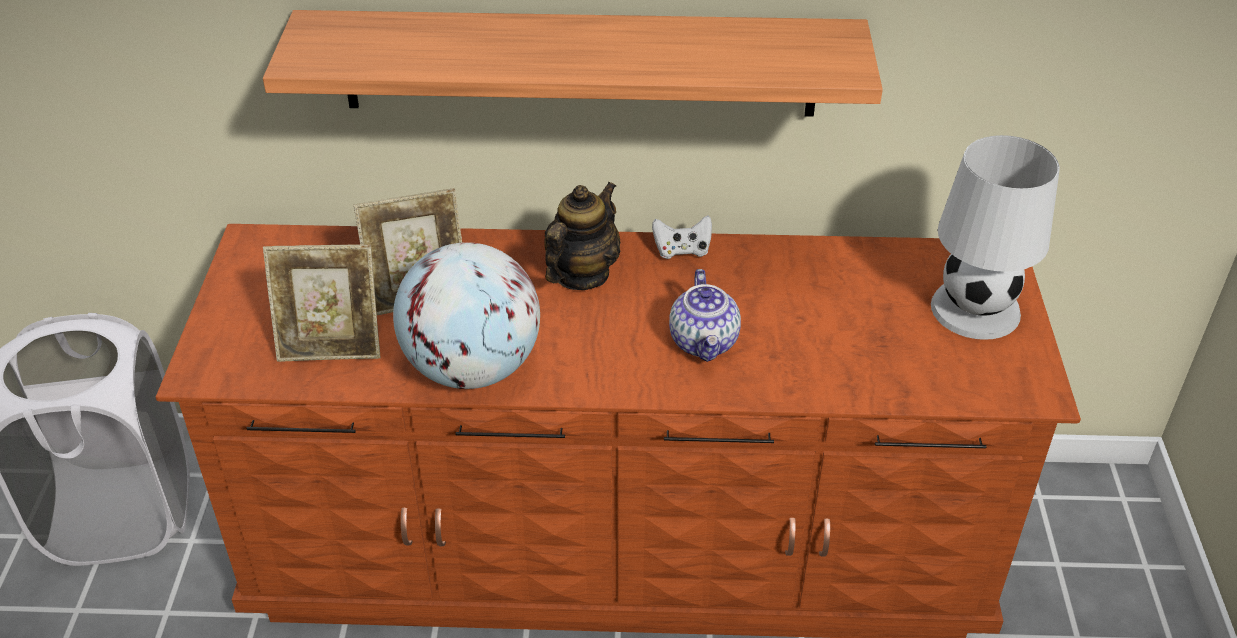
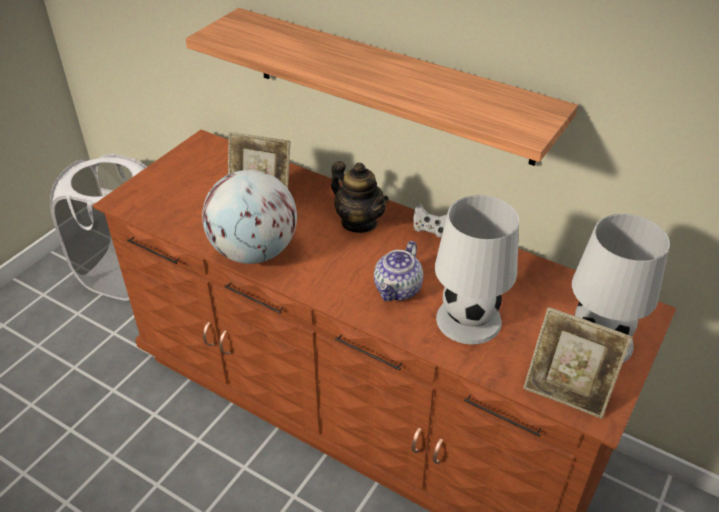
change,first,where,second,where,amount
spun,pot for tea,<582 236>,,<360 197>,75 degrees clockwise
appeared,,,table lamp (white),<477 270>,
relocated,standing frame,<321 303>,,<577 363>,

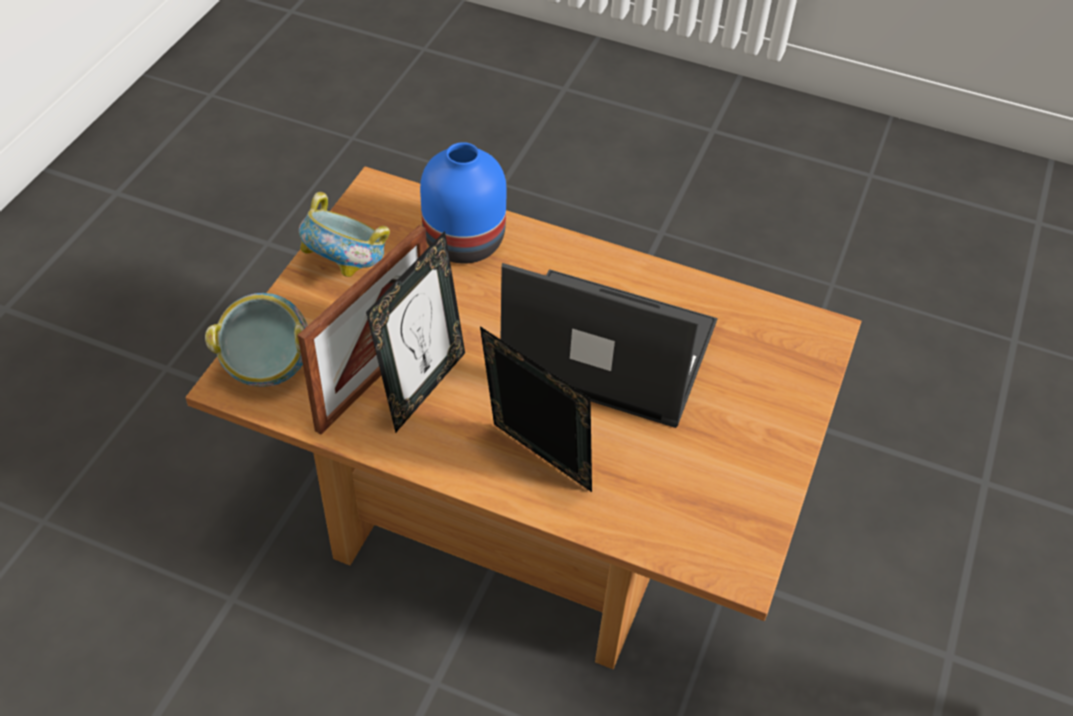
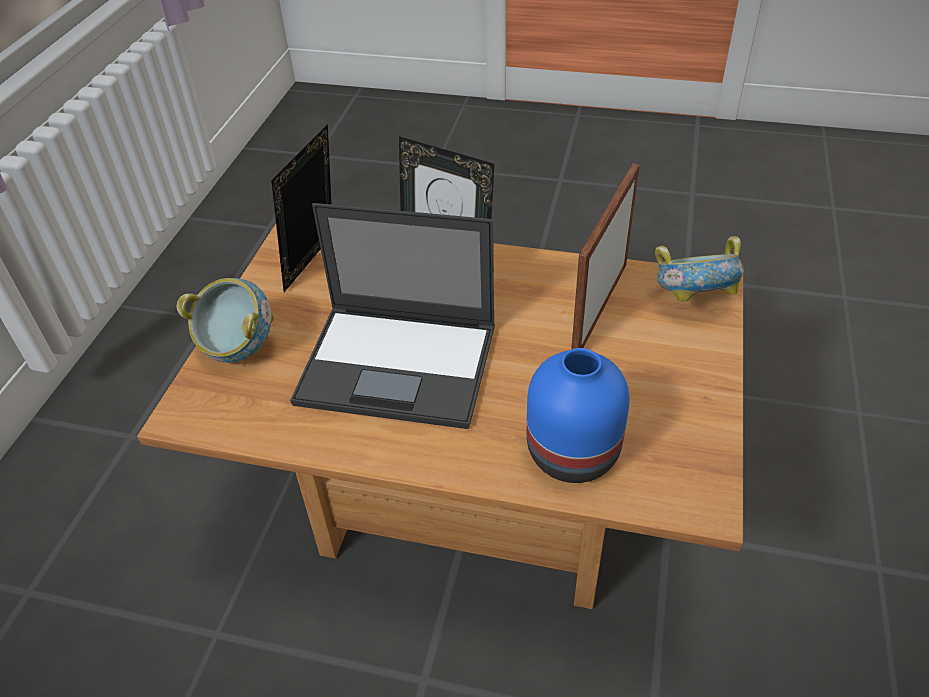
change,first,where,second,where,amount
relocated,deep dish,<344 234>,,<225 320>,
relocated,standing frame,<415 332>,,<301 208>,

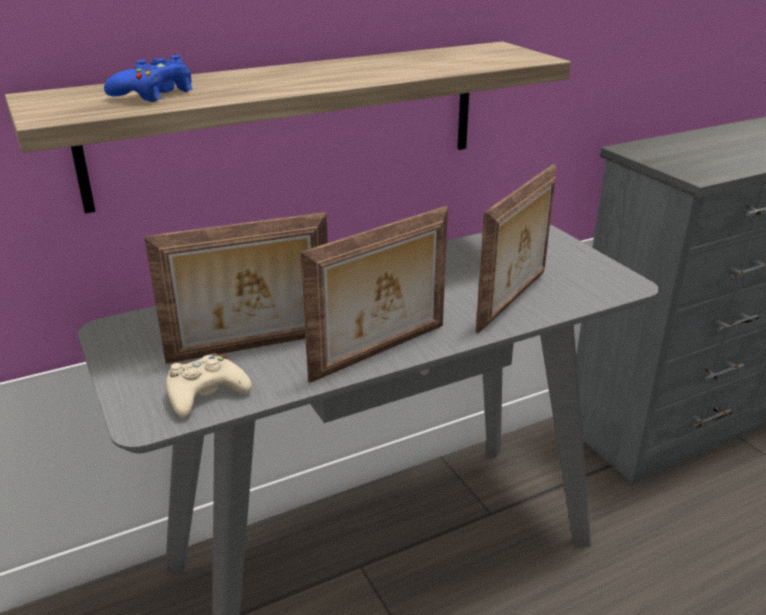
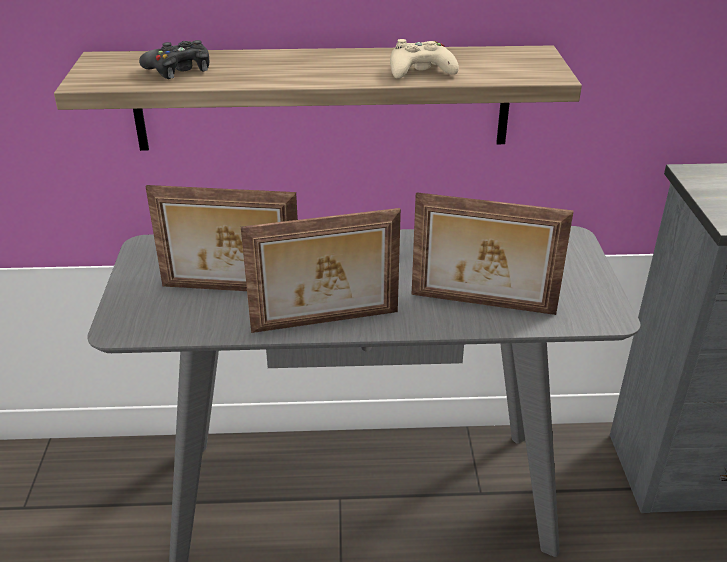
change,first,where,second,where,amount
colour,game controller (blue-coloured),<148 78>,game controller (black),<174 59>,
relocated,game controller (beige-coloured),<209 385>,,<424 59>,
spun,standing frame,<515 249>,,<493 253>,45 degrees clockwise

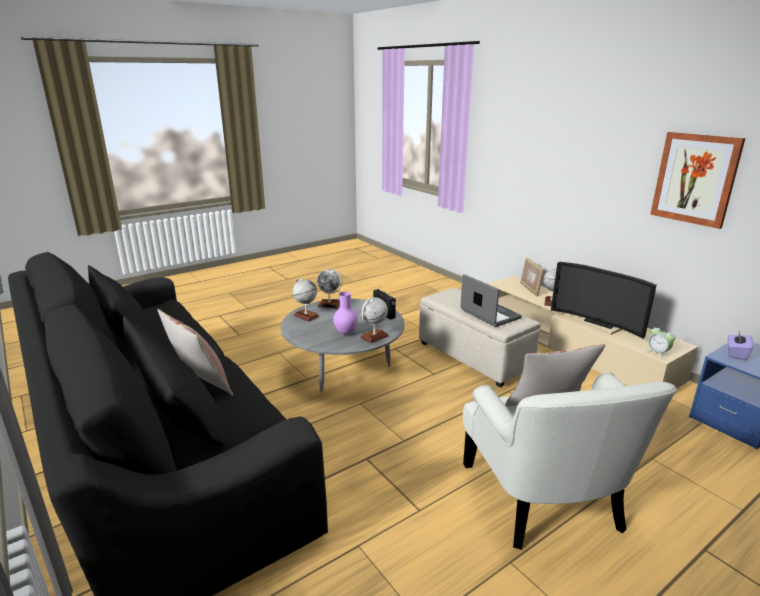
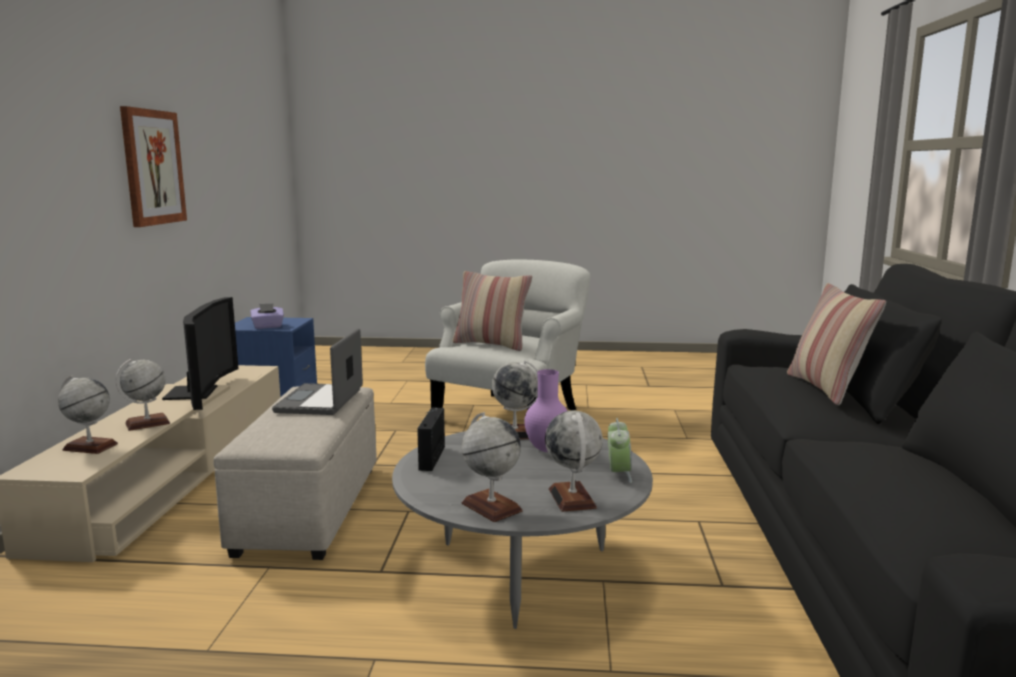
change,first,where,second,where,amount
exchanged,standing frame,<532 276>,globe,<88 414>,
relocated,table clock,<660 342>,,<620 450>,

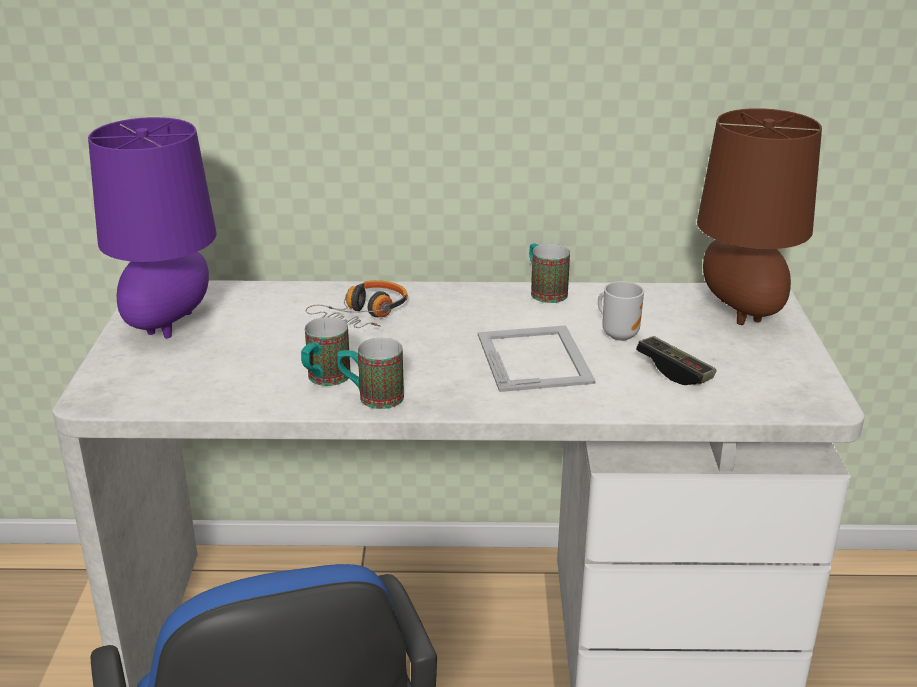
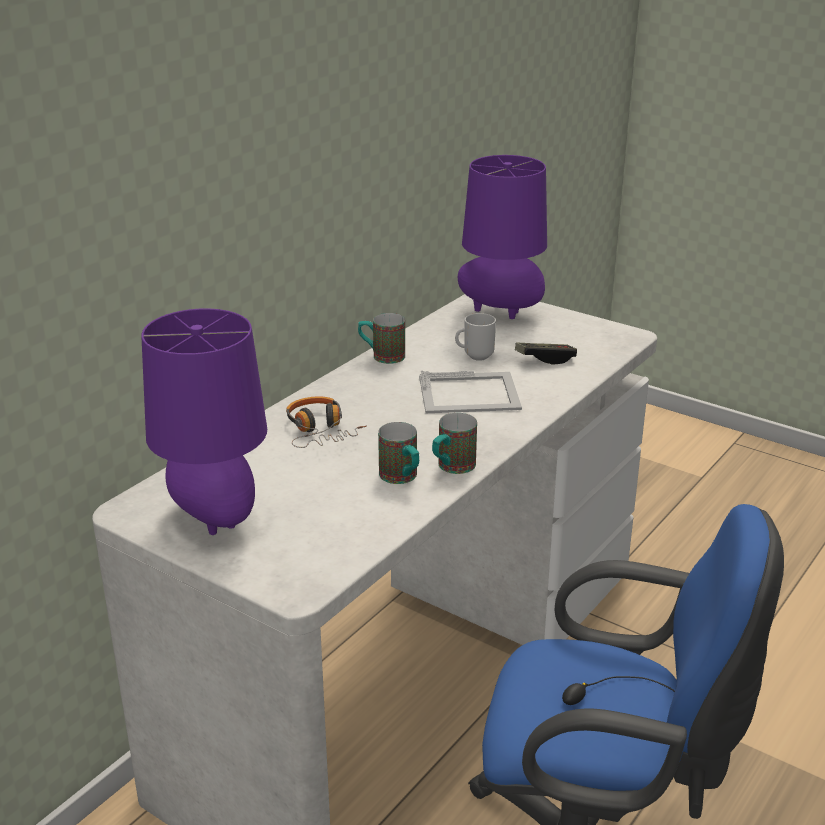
change,first,where,second,where,amount
spun,standing frame,<537 358>,,<470 392>,150 degrees clockwise
colour,table lamp (brown-coloured),<759 216>,table lamp (purplish),<502 237>,

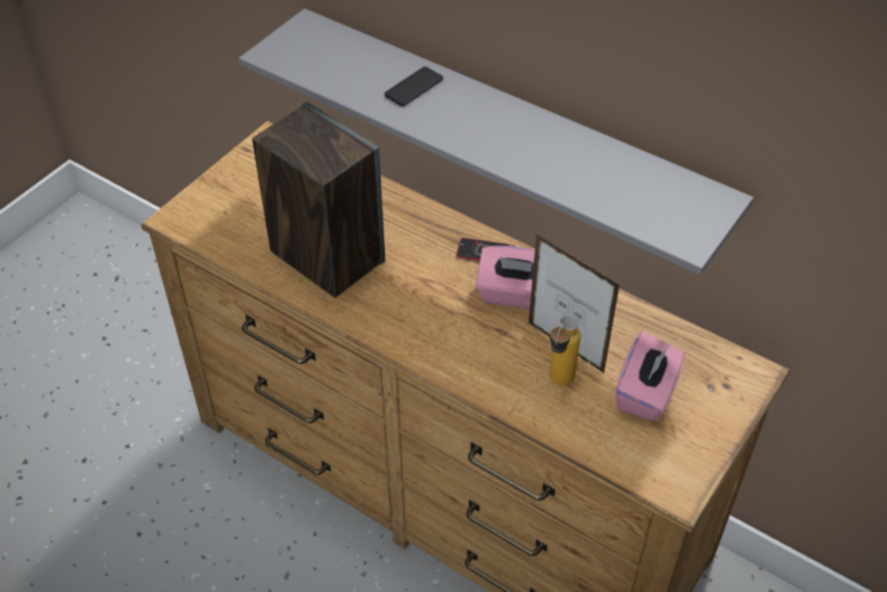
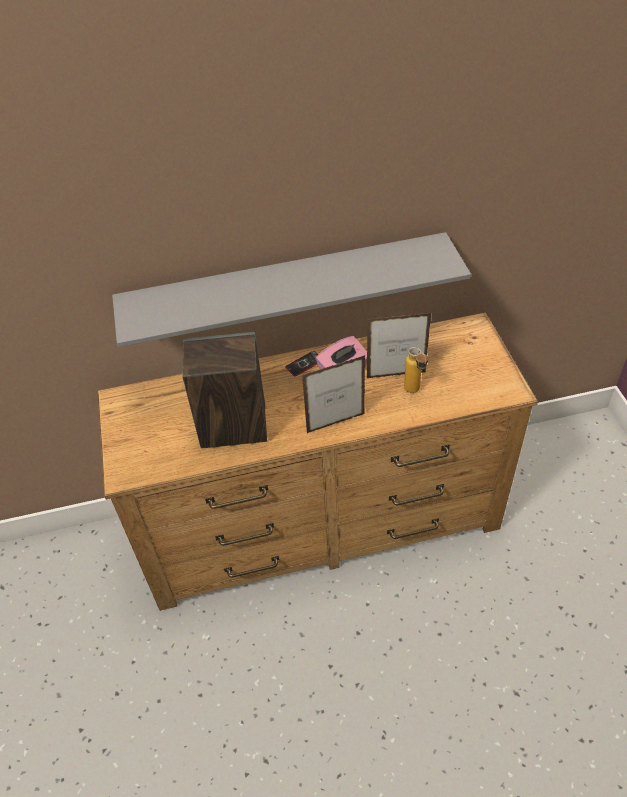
change,first,where,second,where,amount
appeared,,,standing frame,<333 394>,
missing,phone,<413 86>,,,
missing,tissue holder (pink-coloured),<650 376>,,,

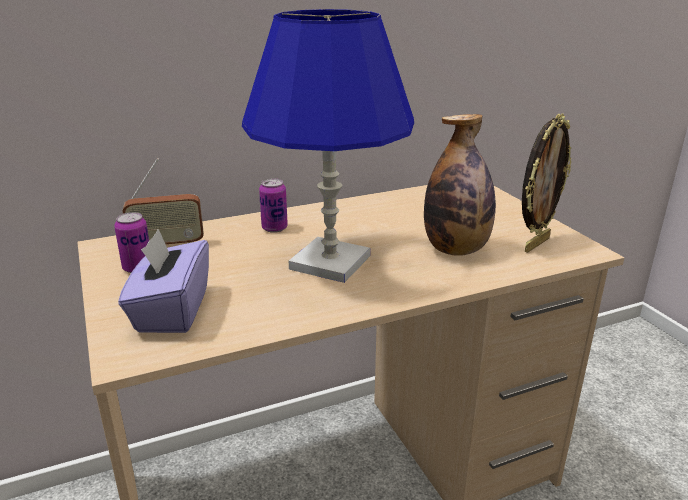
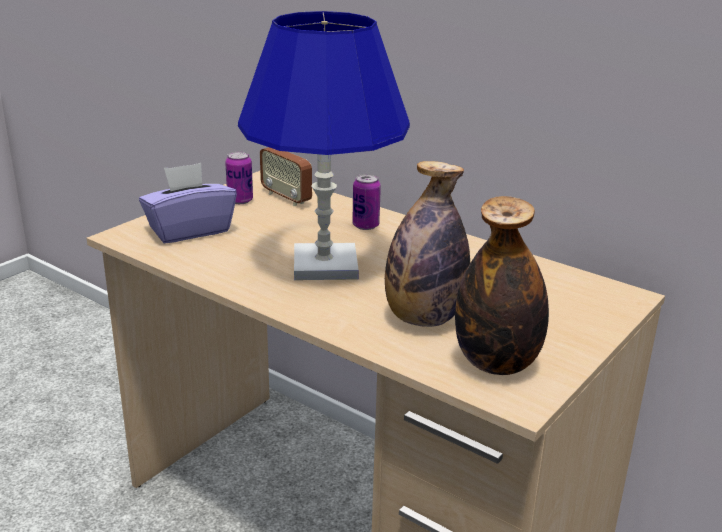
change,first,where,second,where,amount
exchanged,standing frame,<547 183>,bottle,<502 285>,

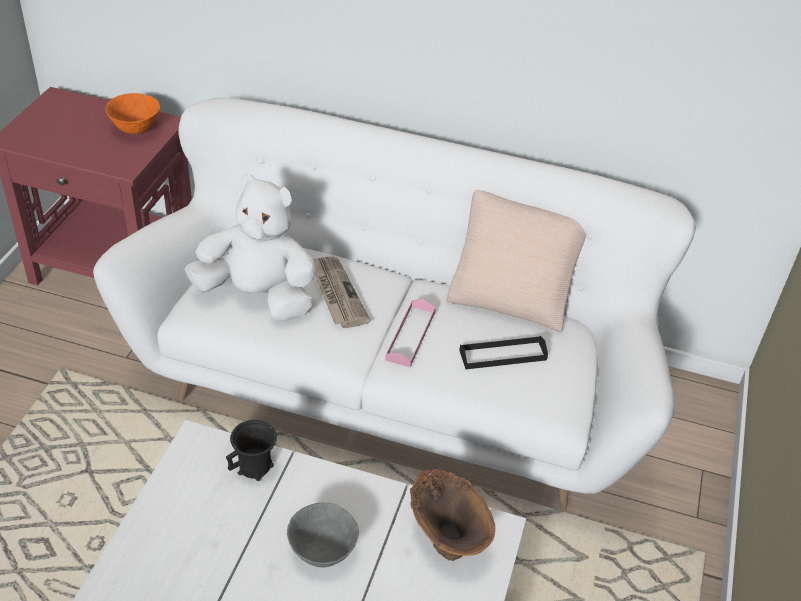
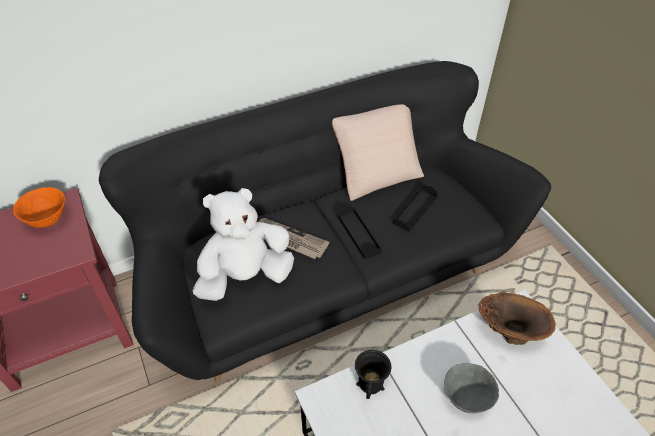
change,first,where,second,where,amount
colour,couch (white),<394 303>,couch (black),<325 222>,
colour,tray (pink-coloured),<410 333>,tray (black),<360 233>,

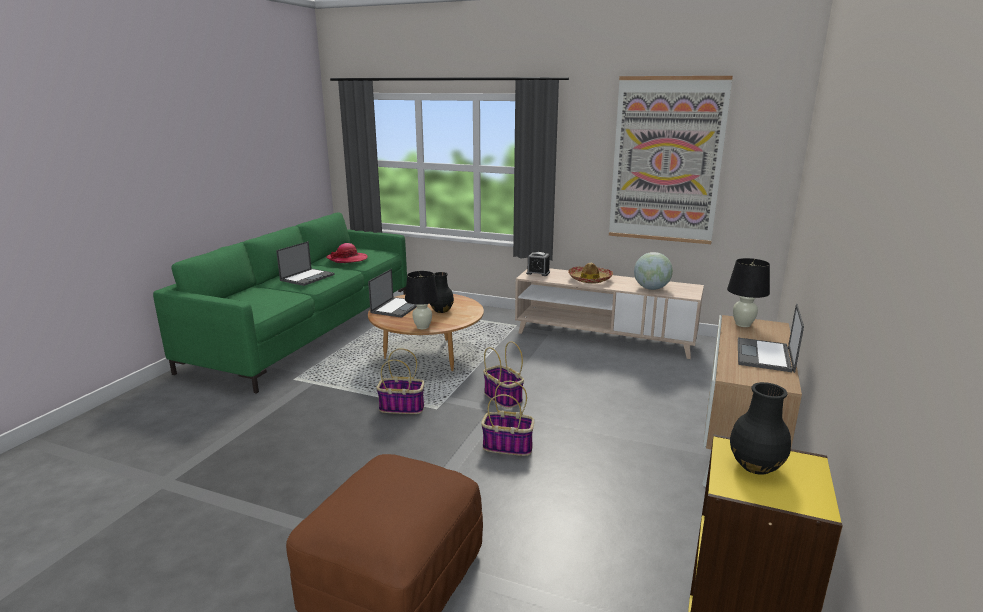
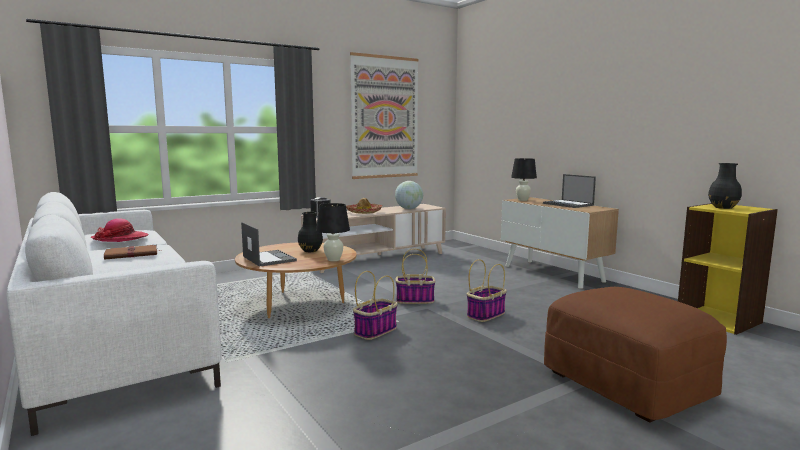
change,first,where,second,where,amount
colour,couch (green-coloured),<280 303>,couch (white),<114 314>,
exchanged,laptop,<305 263>,bound book (brown-coloured),<132 252>,

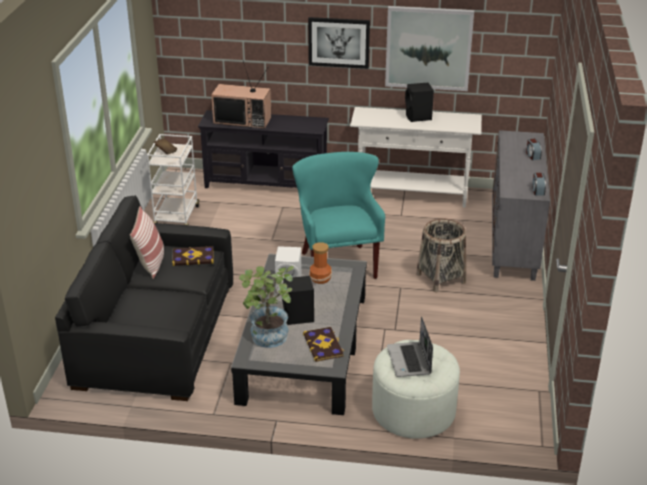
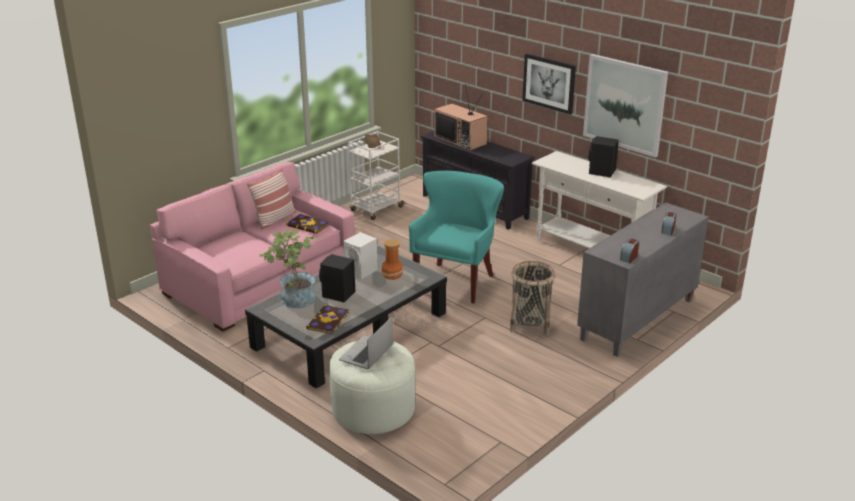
change,first,where,second,where,amount
colour,couch (black),<144 298>,couch (pink-coloured),<252 247>,

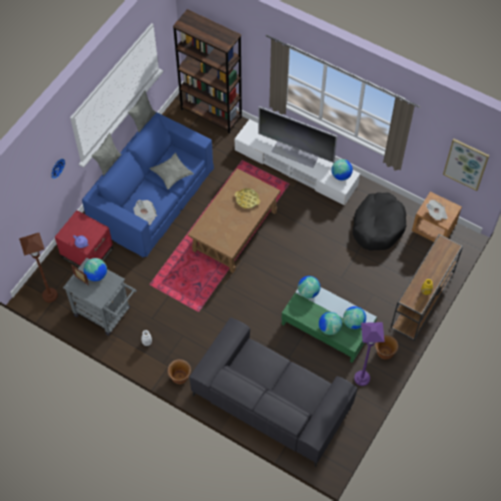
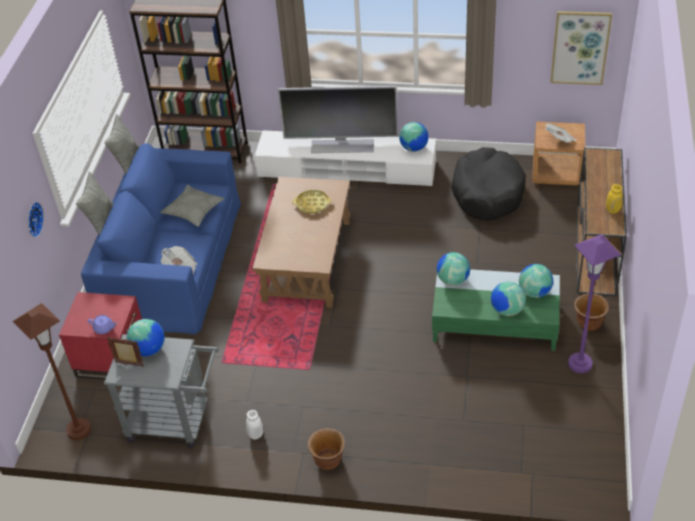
change,first,where,second,where,amount
missing,couch (gray),<273 392>,,,

